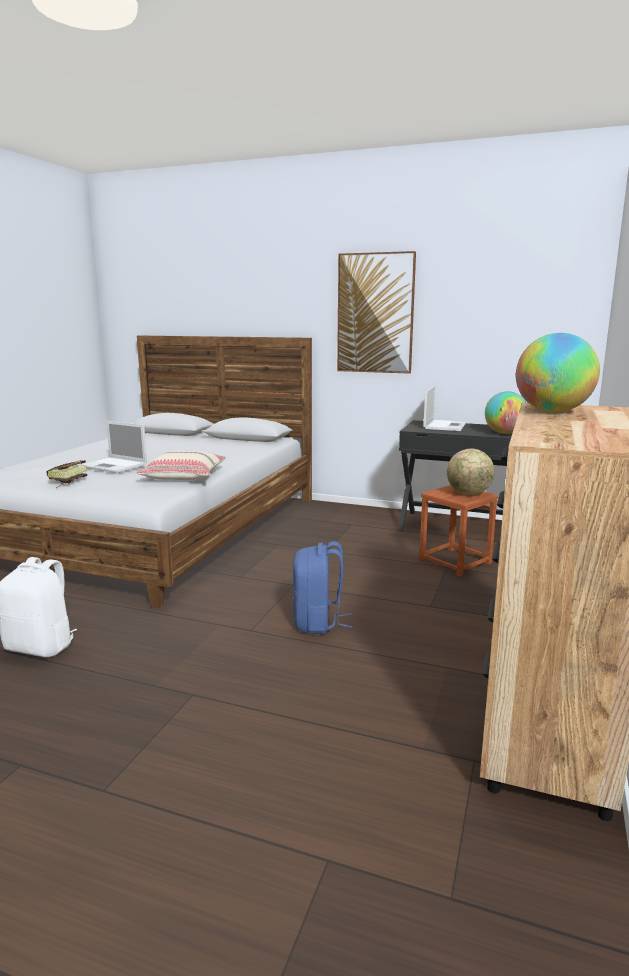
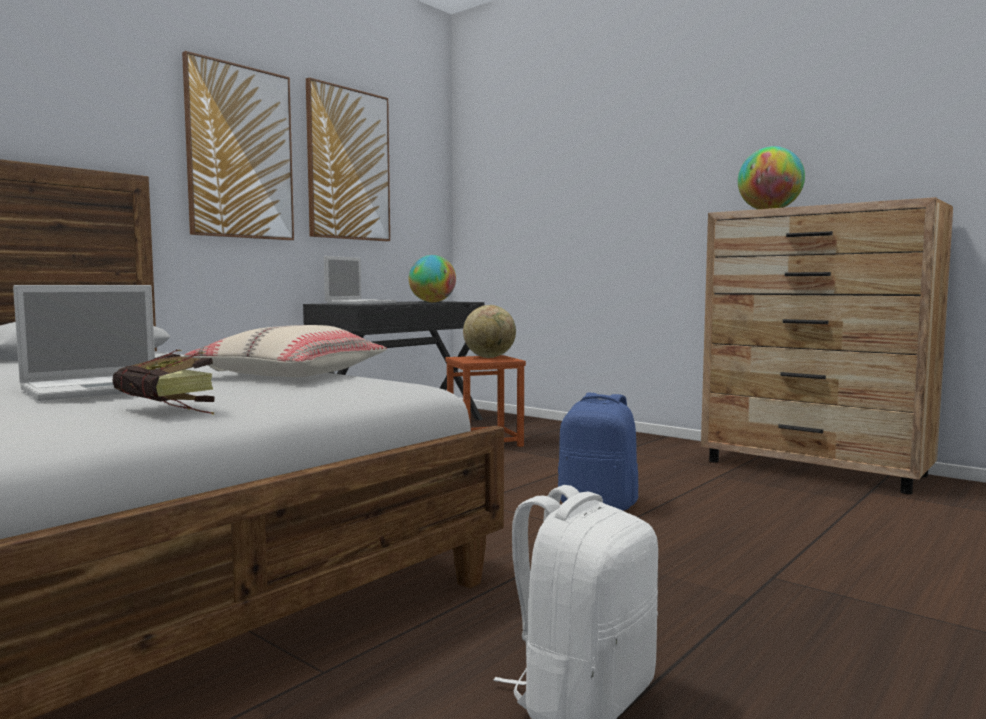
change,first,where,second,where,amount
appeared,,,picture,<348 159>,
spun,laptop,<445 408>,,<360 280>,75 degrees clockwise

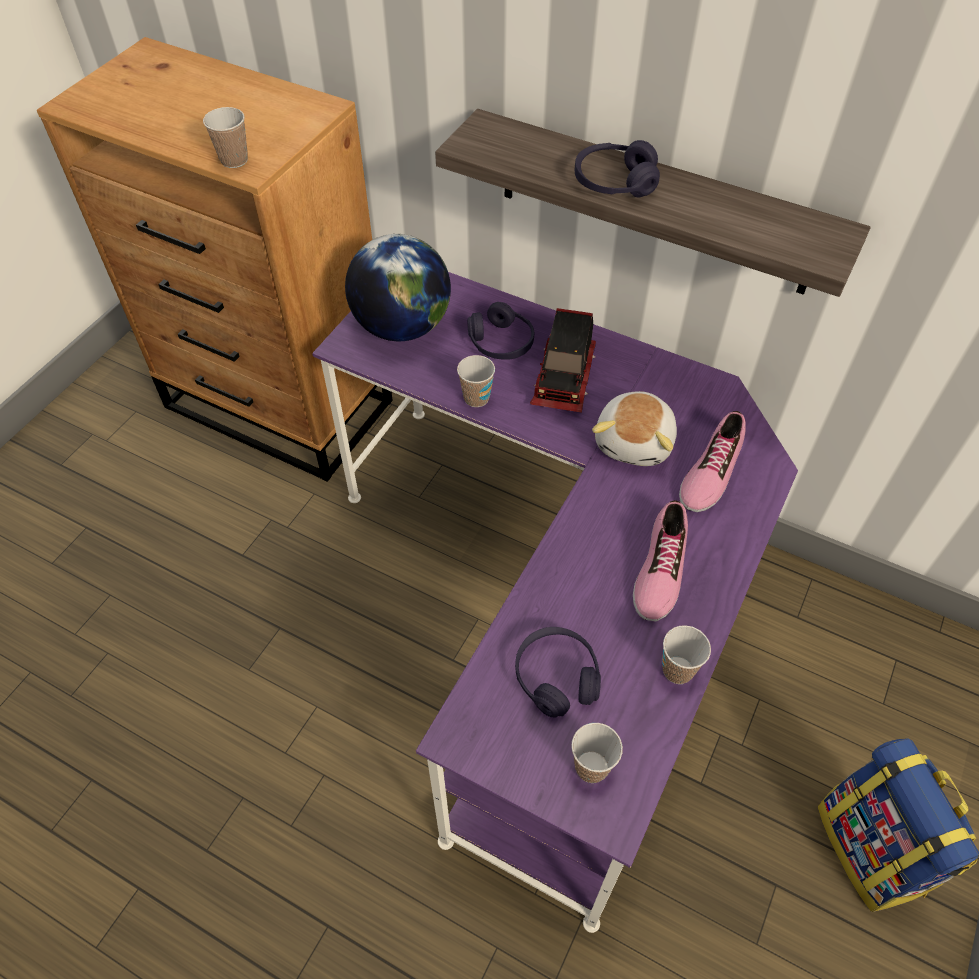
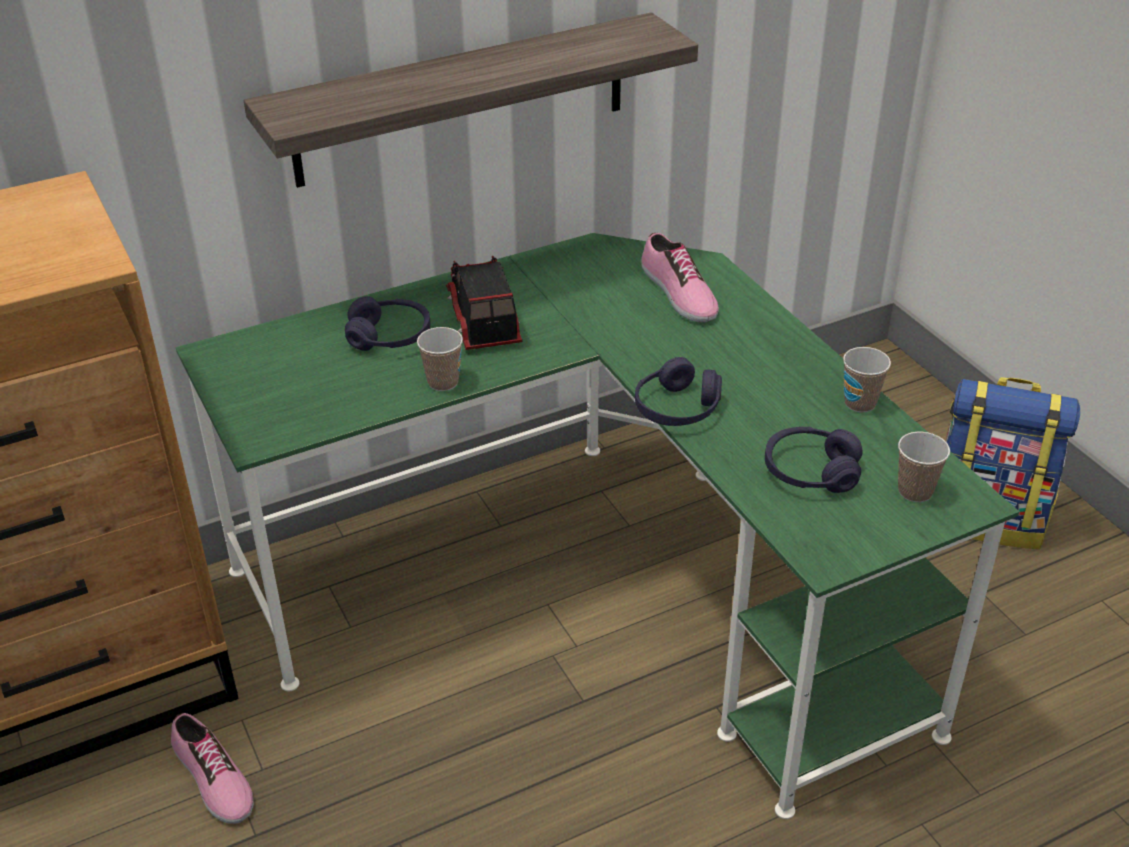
change,first,where,second,where,amount
relocated,shoe,<660 561>,,<212 768>,
colour,desk unit (purplish),<555 602>,desk unit (green-coloured),<597 526>,
spun,model truck,<563 360>,,<484 303>,150 degrees counterclockwise
relocated,headphones (purplish),<617 168>,,<678 391>,
missing,drinking cup,<225 137>,,,
missing,globe,<398 287>,,,
missing,plush toy,<634 428>,,,

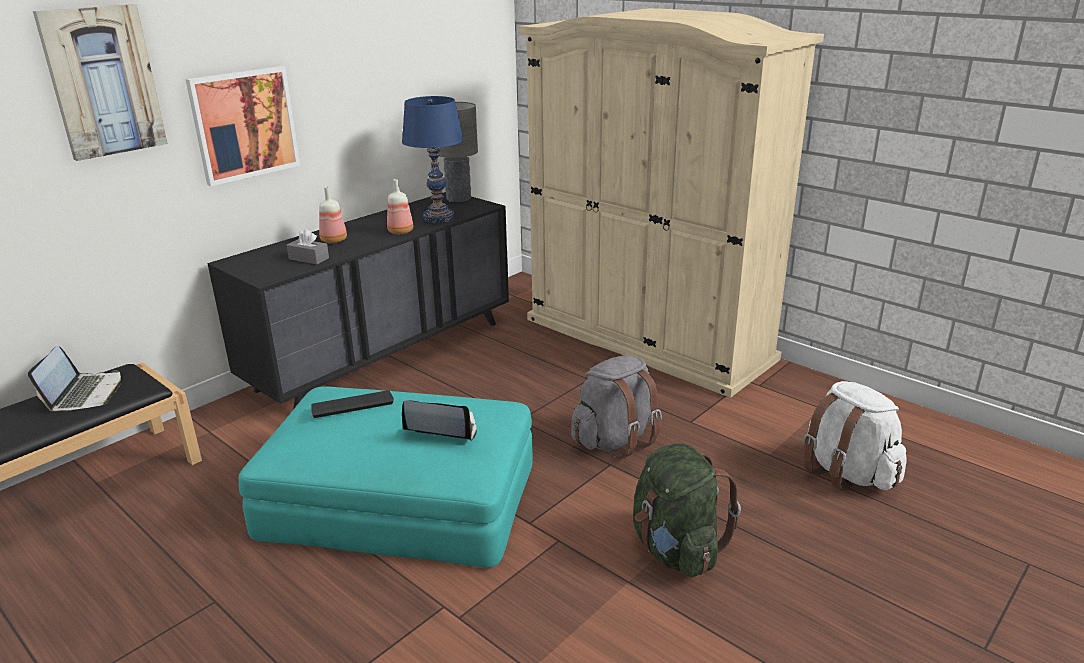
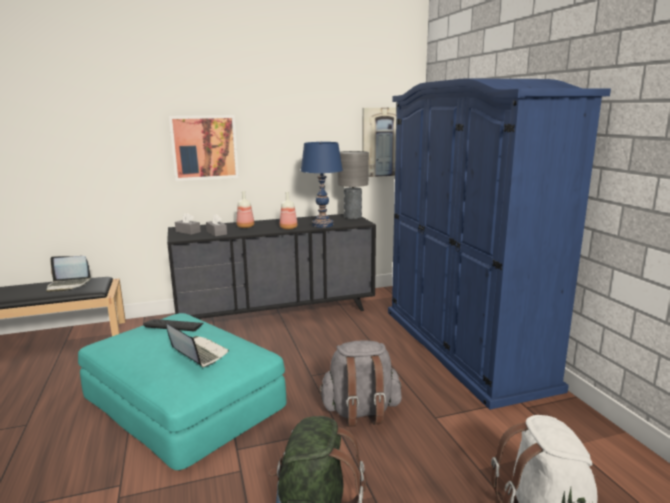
change,first,where,second,where,amount
spun,laptop,<74 379>,,<68 274>,60 degrees clockwise
appeared,,,tissue holder (gray),<188 223>,
relocated,picture,<100 82>,,<379 142>,
colour,wardrobe (beige-coloured),<672 203>,wardrobe (blue-coloured),<499 244>,

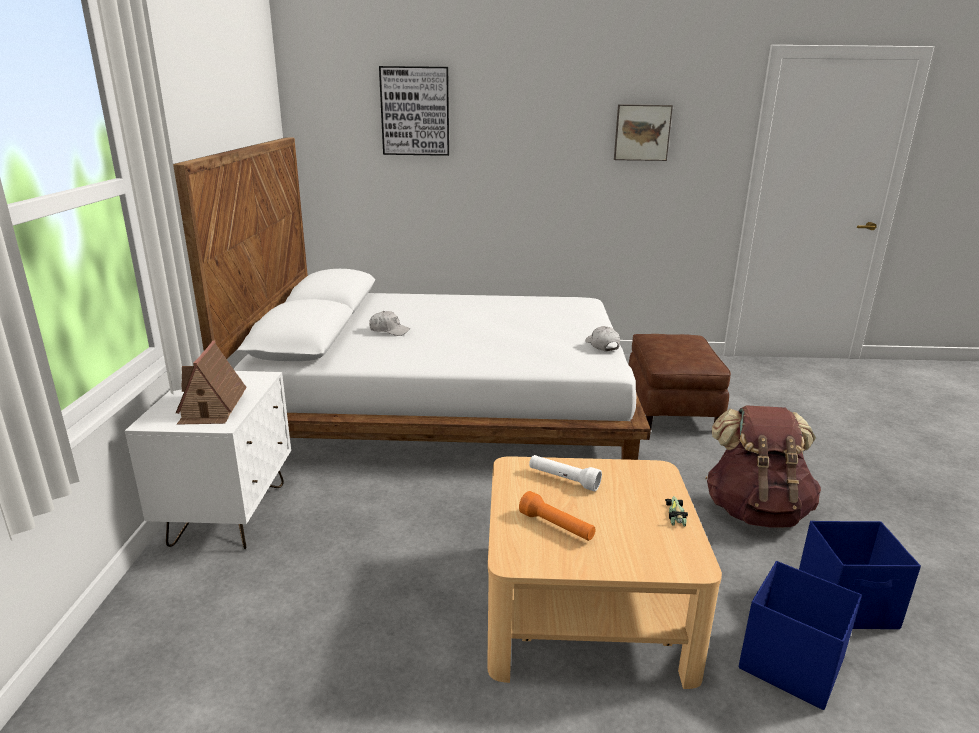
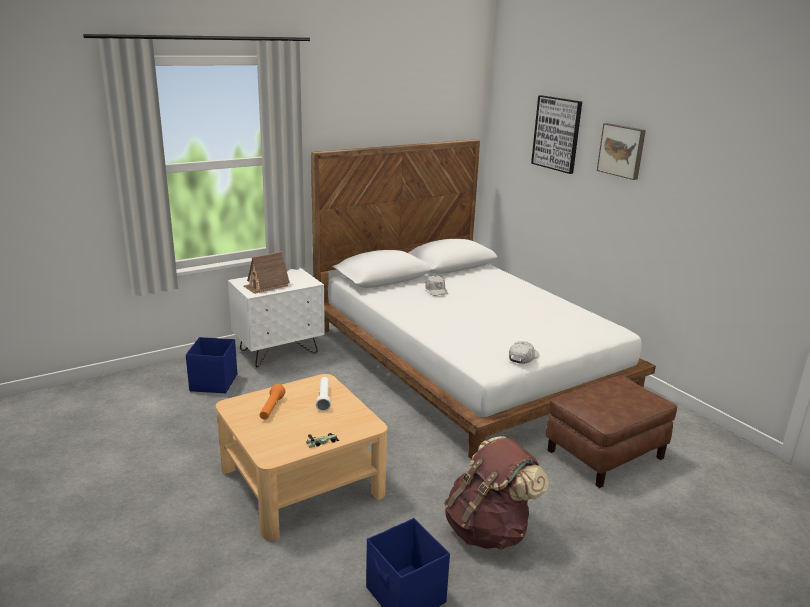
change,first,where,second,where,amount
relocated,storage box (blue-coloured),<800 635>,,<211 365>,
relocated,picture,<643 132>,,<621 151>,

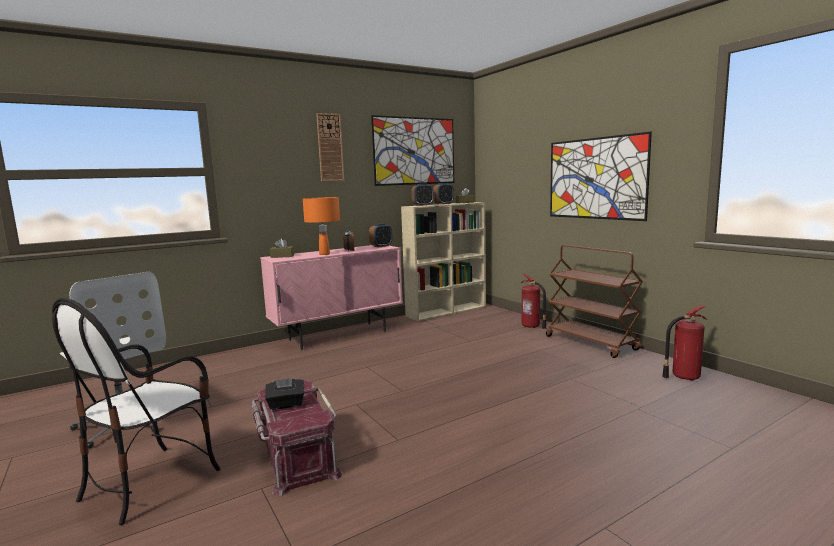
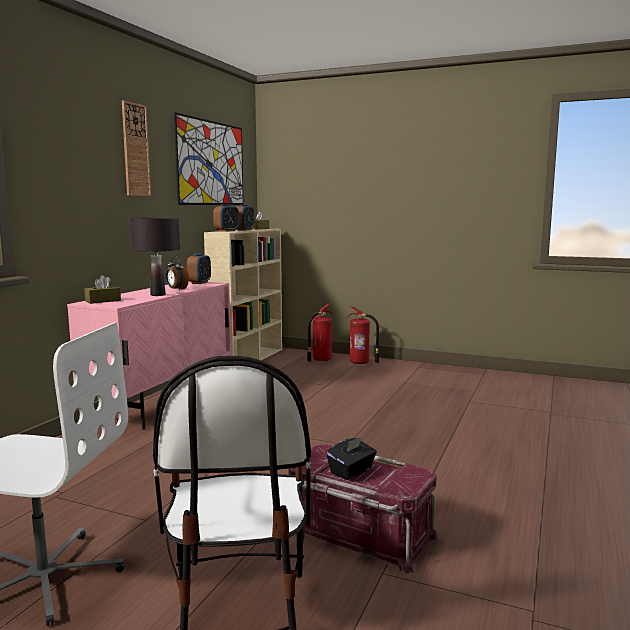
change,first,where,second,where,amount
colour,table lamp (orangey),<321 226>,table lamp (black),<154 257>,
relocated,extinguisher,<684 343>,,<320 332>,
missing,cart (brown-coloured),<594 301>,,,
missing,picture,<601 176>,,,

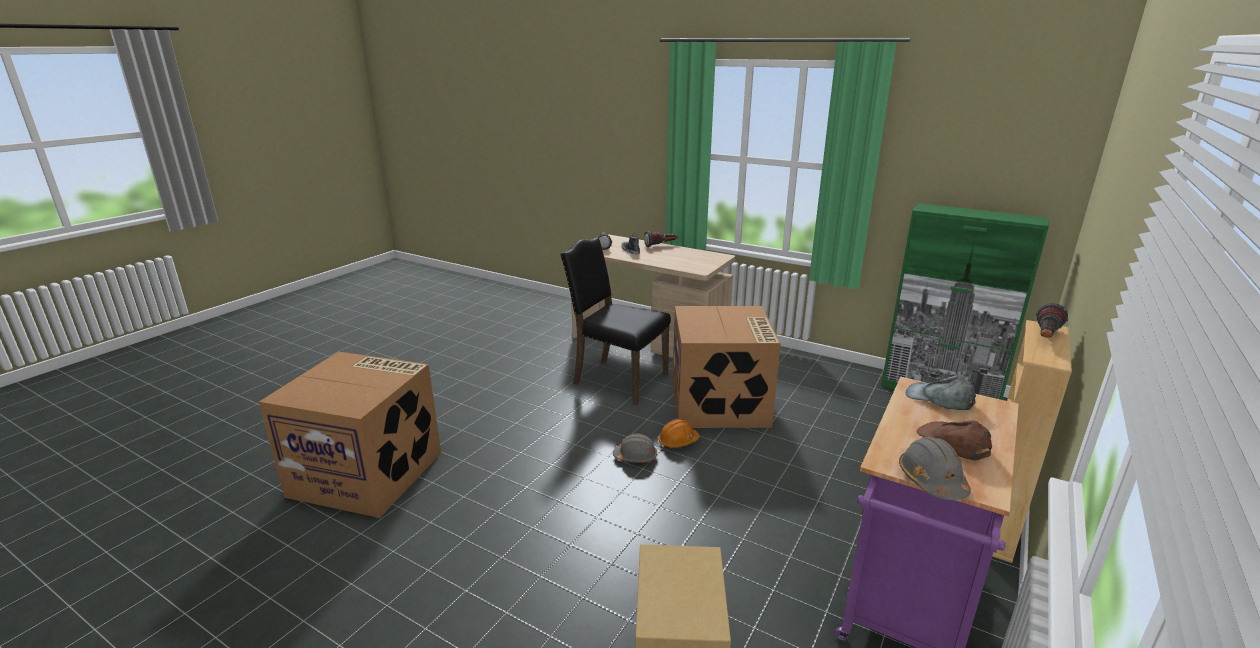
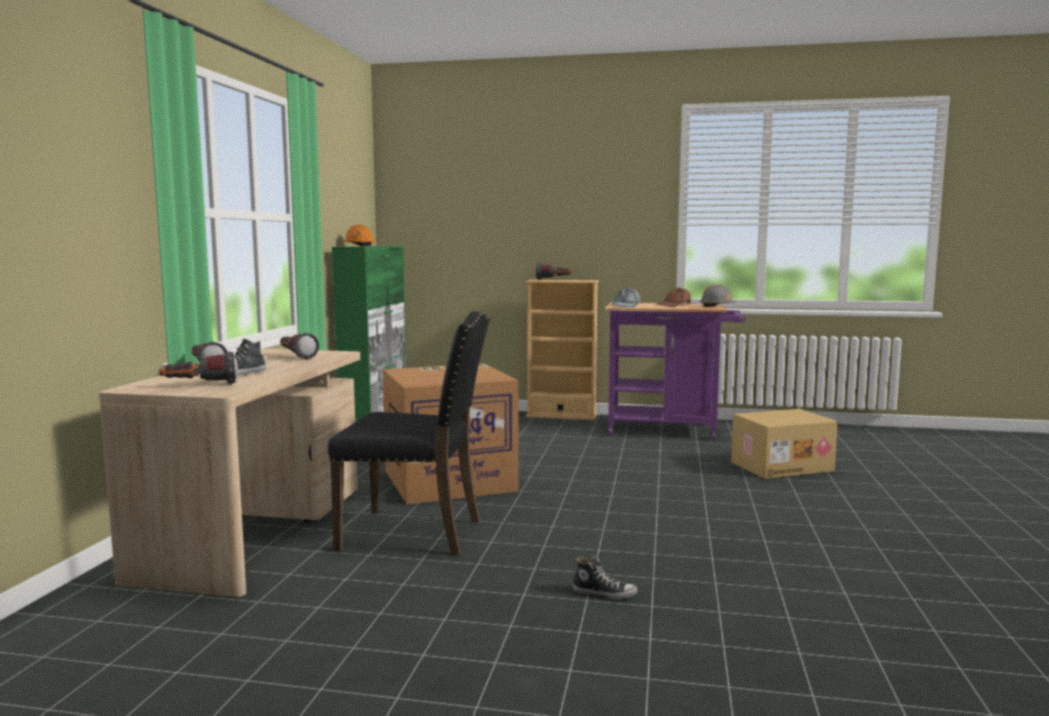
change,first,where,second,where,amount
appeared,,,flashlight,<299 346>,
spun,upright chair (black),<615 321>,,<409 433>,90 degrees counterclockwise
relocated,work helmet (orangey),<679 433>,,<358 235>,
appeared,,,shoe,<605 577>,
missing,carton,<350 434>,,,
missing,work helmet (gray),<635 448>,,,

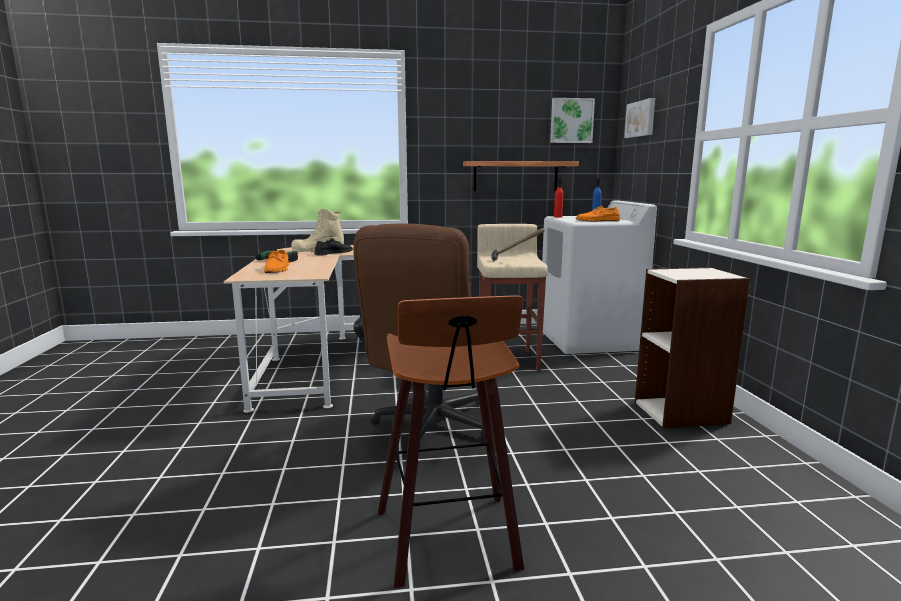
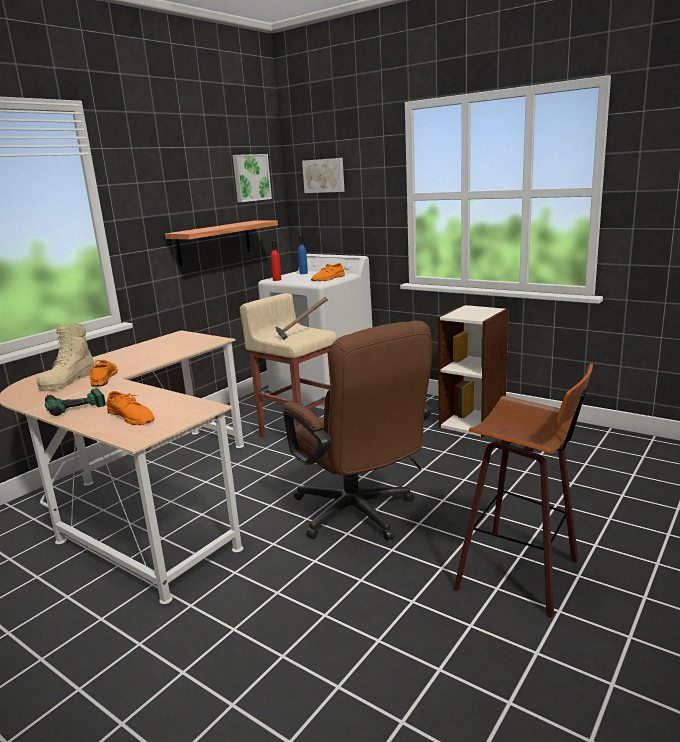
change,first,where,second,where,amount
colour,shoe (black),<334 247>,shoe (orangey),<103 373>,

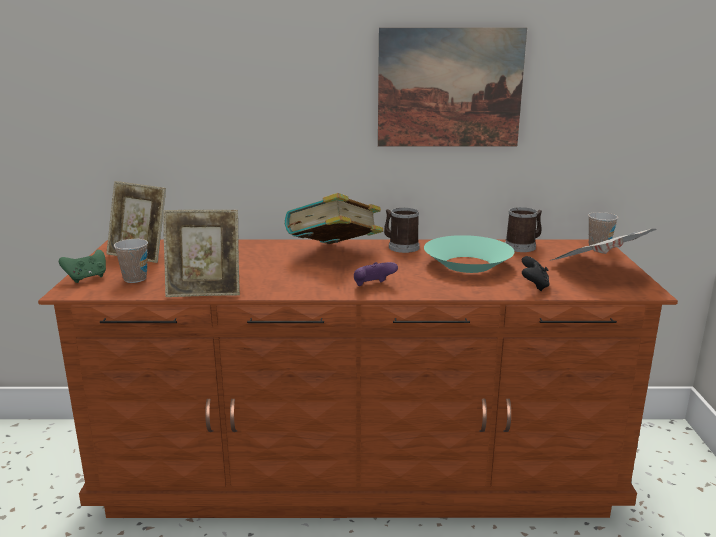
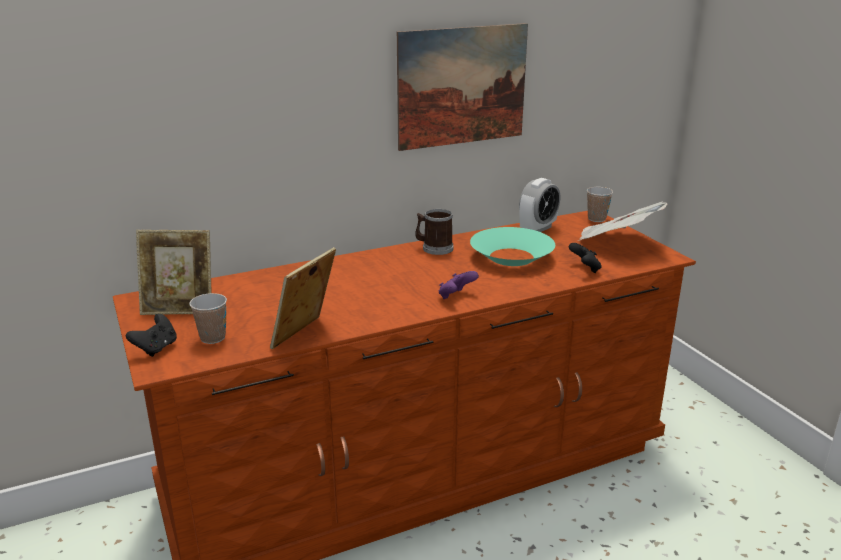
change,first,where,second,where,amount
colour,game controller (green-coloured),<82 266>,game controller (black),<151 335>,
spun,standing frame,<201 253>,,<303 298>,150 degrees clockwise
exchanged,mug,<523 229>,table clock,<539 205>,
missing,bound book,<334 218>,,,

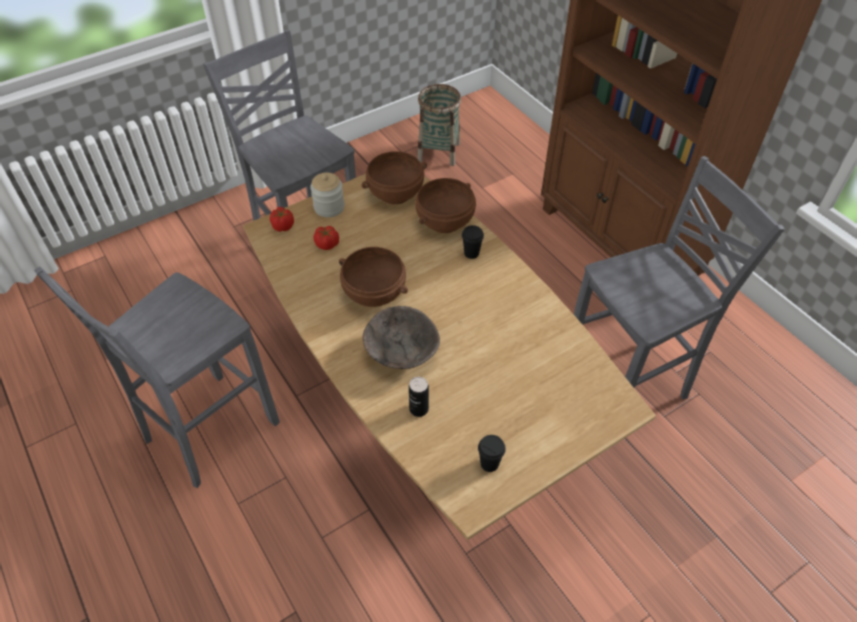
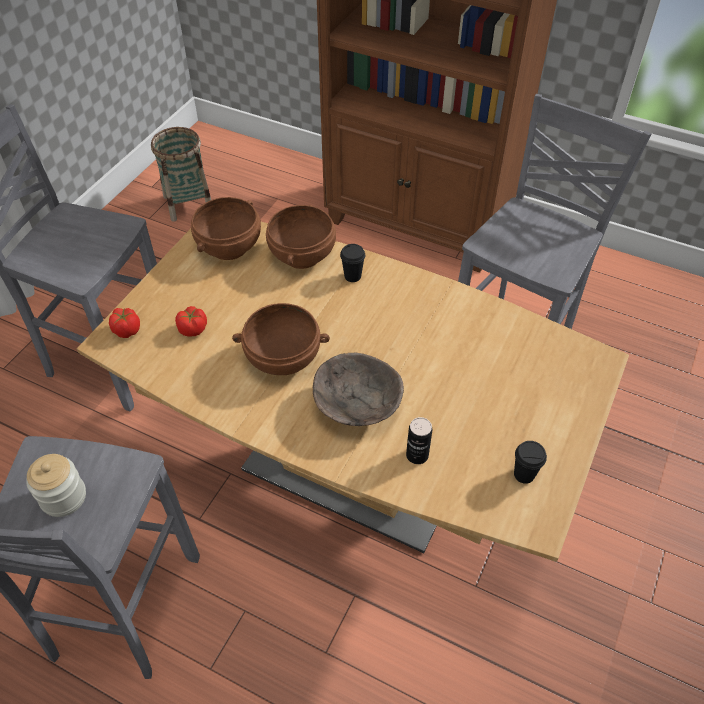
change,first,where,second,where,amount
relocated,storage jar,<327 195>,,<56 485>,

